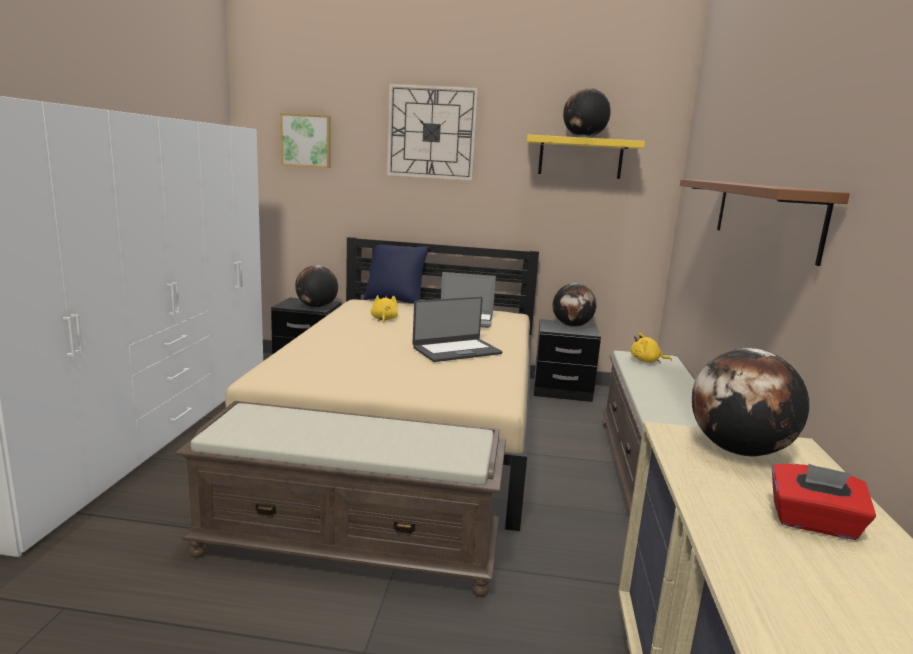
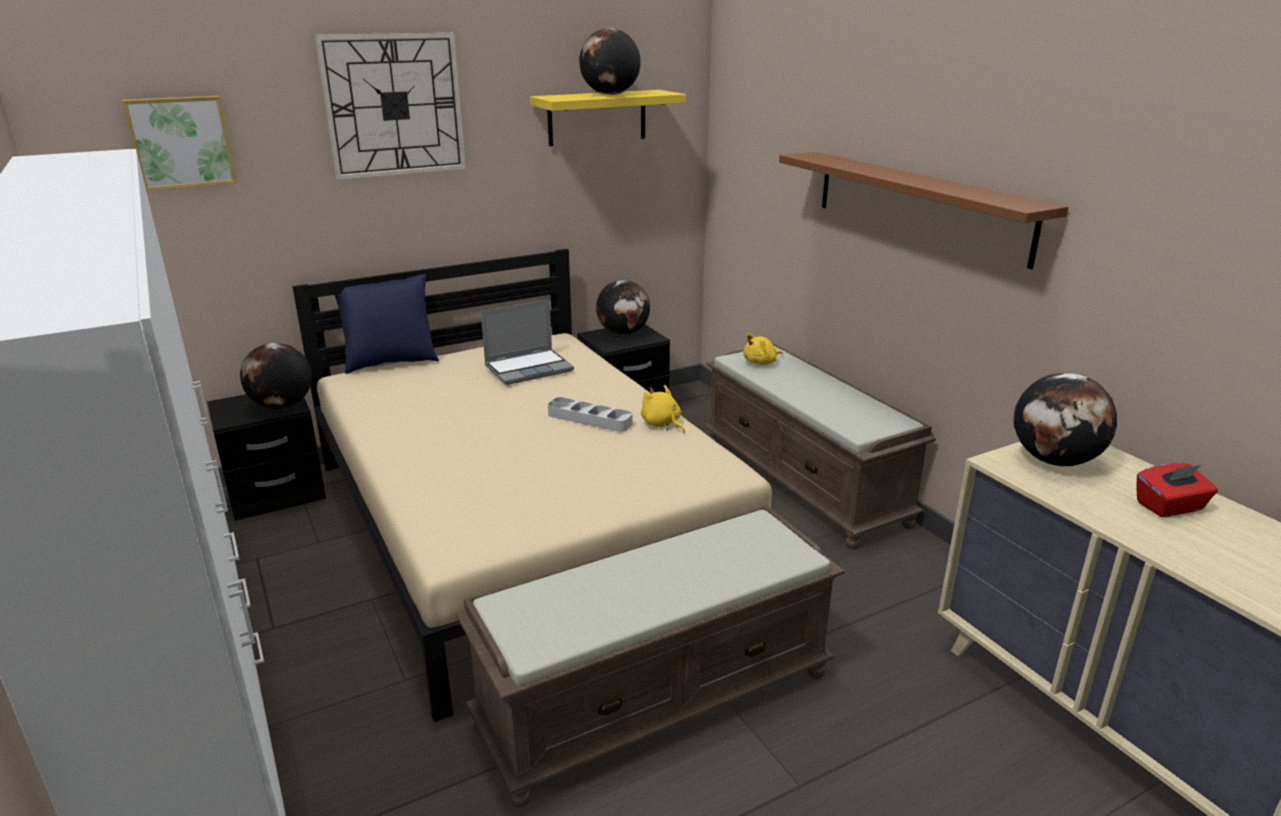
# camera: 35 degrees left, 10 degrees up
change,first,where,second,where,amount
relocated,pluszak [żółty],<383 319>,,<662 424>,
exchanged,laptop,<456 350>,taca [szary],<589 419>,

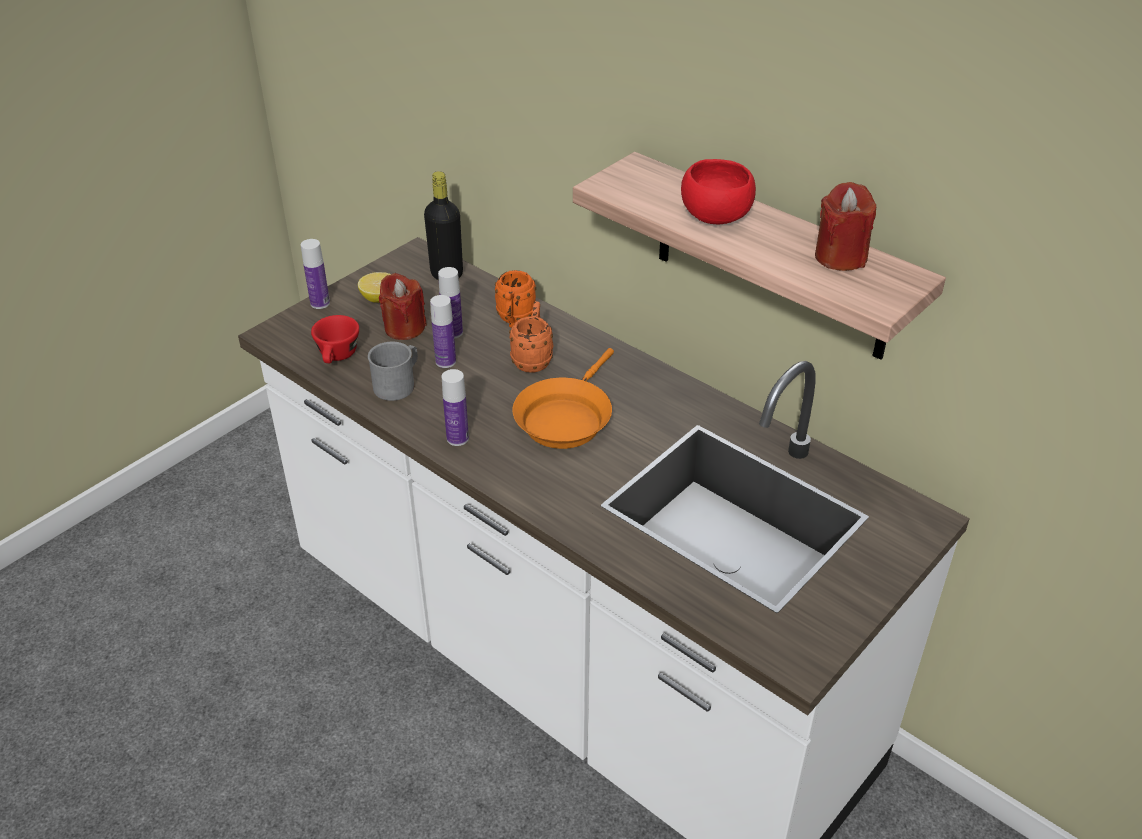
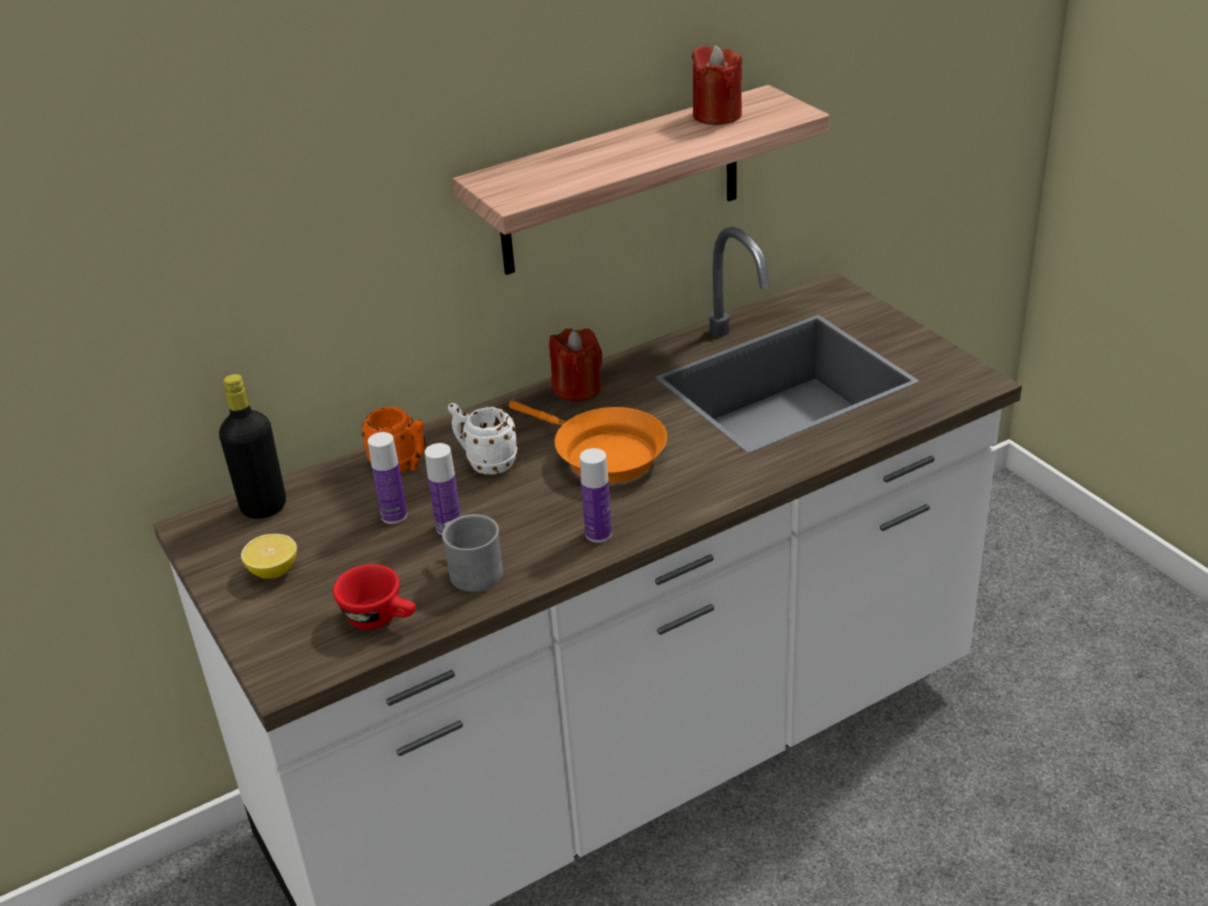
# camera: 70 degrees left, 5 degrees down
change,first,where,second,where,amount
missing,butelka,<320 303>,,,
relocated,świeca [czerwony],<404 328>,,<577 389>,
colour,kubek [pomarańczowy],<533 359>,kubek [biały],<485 462>,
missing,miska [czerwony],<714 218>,,,

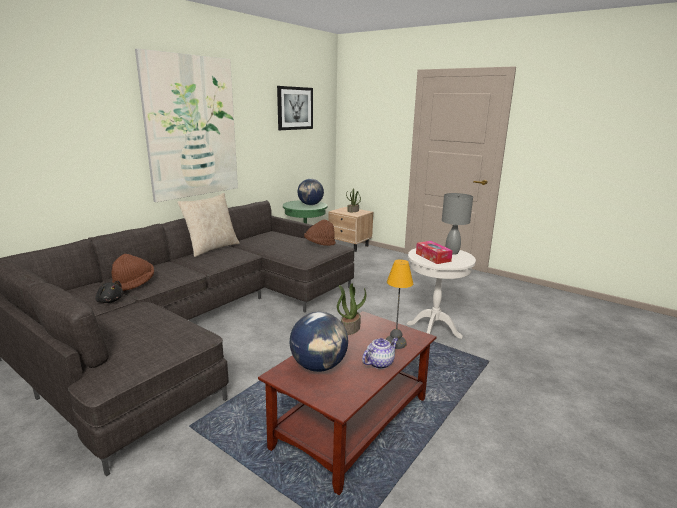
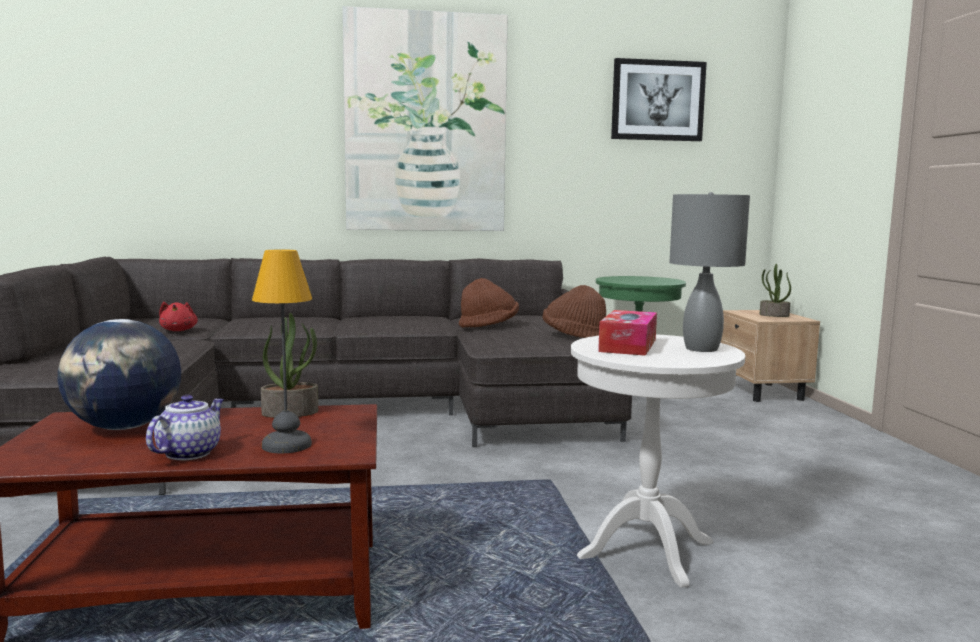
# camera: 45 degrees right, 10 degrees down
change,first,where,second,where,amount
colour,pluszak [czarny],<110 301>,pluszak [czerwony],<179 330>,
relocated,kapelusz [brązowy],<134 284>,,<488 326>,
missing,poduszka [beżowy],<212 248>,,,
missing,globus,<310 205>,,,
spun,imbryk,<380 363>,,<189 453>,75 degrees counterclockwise

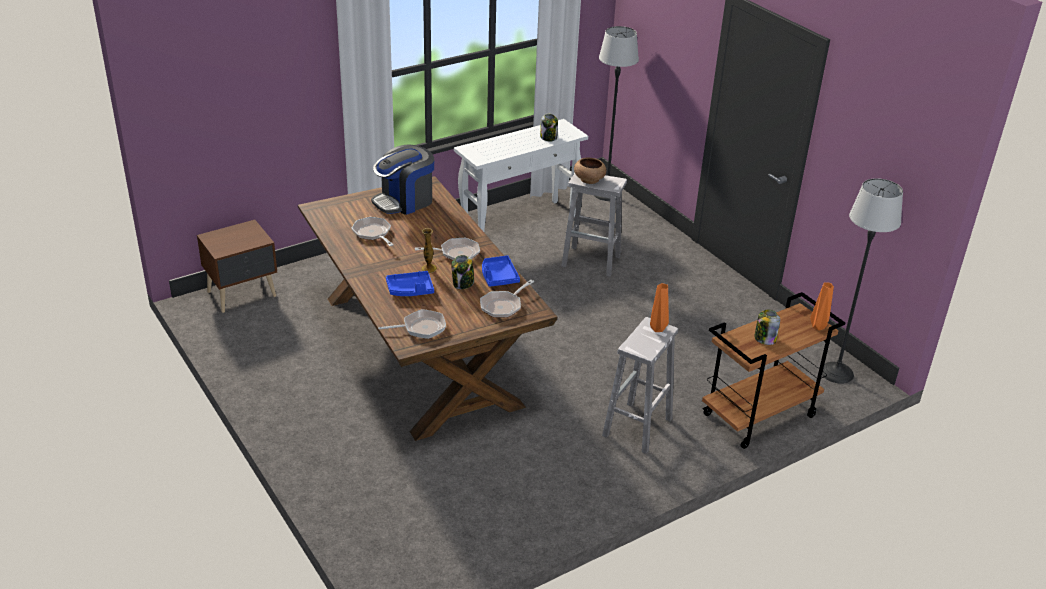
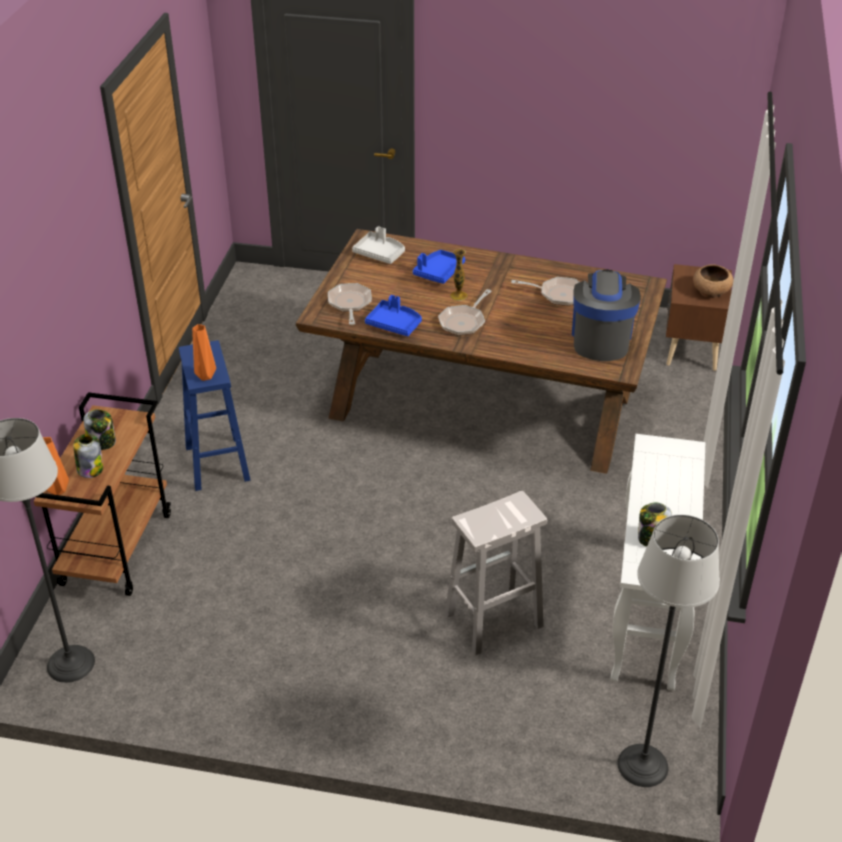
# camera: 135 degrees right, 5 degrees up
change,first,where,second,where,amount
exchanged,patelnia,<421 328>,taca [szary],<380 253>,
relocated,słoik,<463 284>,,<90 469>,
relocated,miska [brązowy],<589 179>,,<711 292>,
colour,stołek [biały],<637 428>,stołek [niebieski],<217 462>,

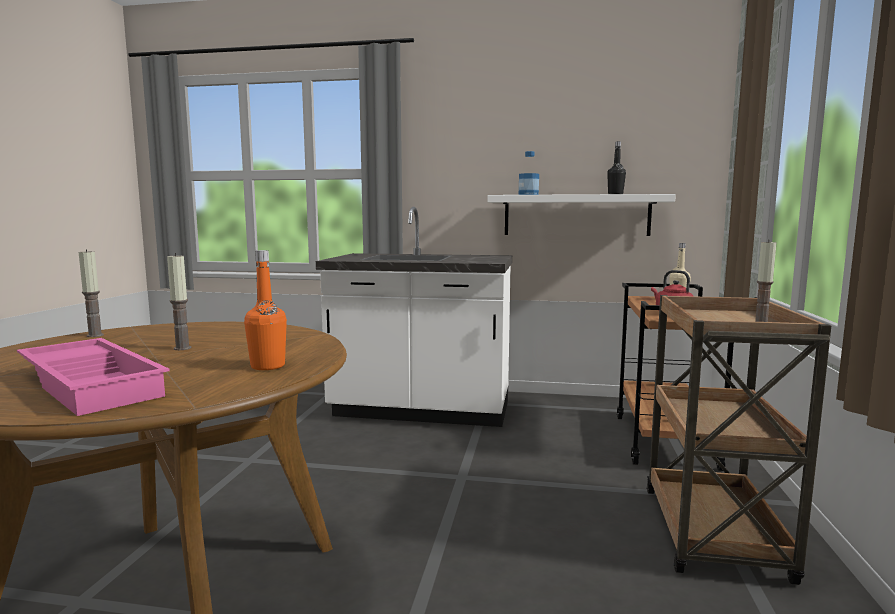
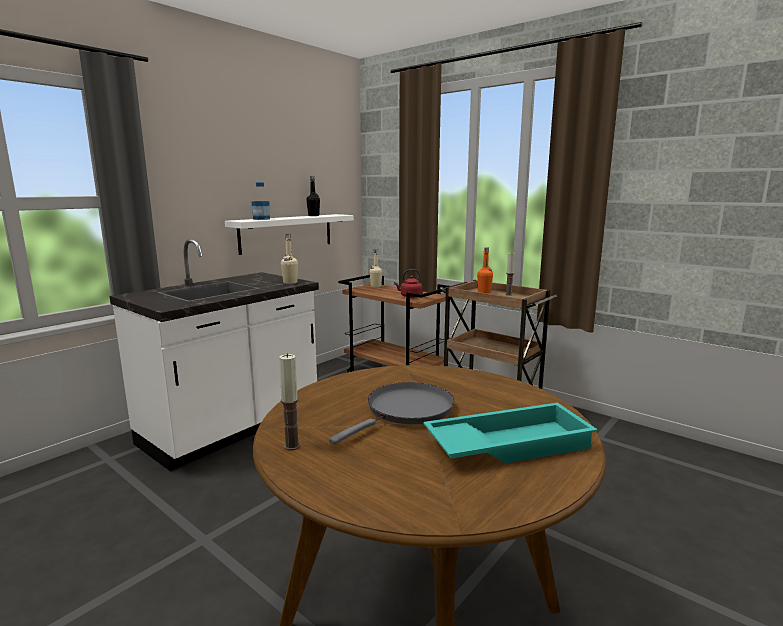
# camera: 60 degrees left, 5 degrees up
change,first,where,second,where,amount
colour,taca [różowy],<95 384>,taca [turkusowy],<508 443>,
exchanged,świeca,<182 348>,patelnia [szary],<406 411>,
relocated,butelka [pomarańczowy],<268 366>,,<484 292>,
appeared,,,butelka [beżowy],<290 282>,

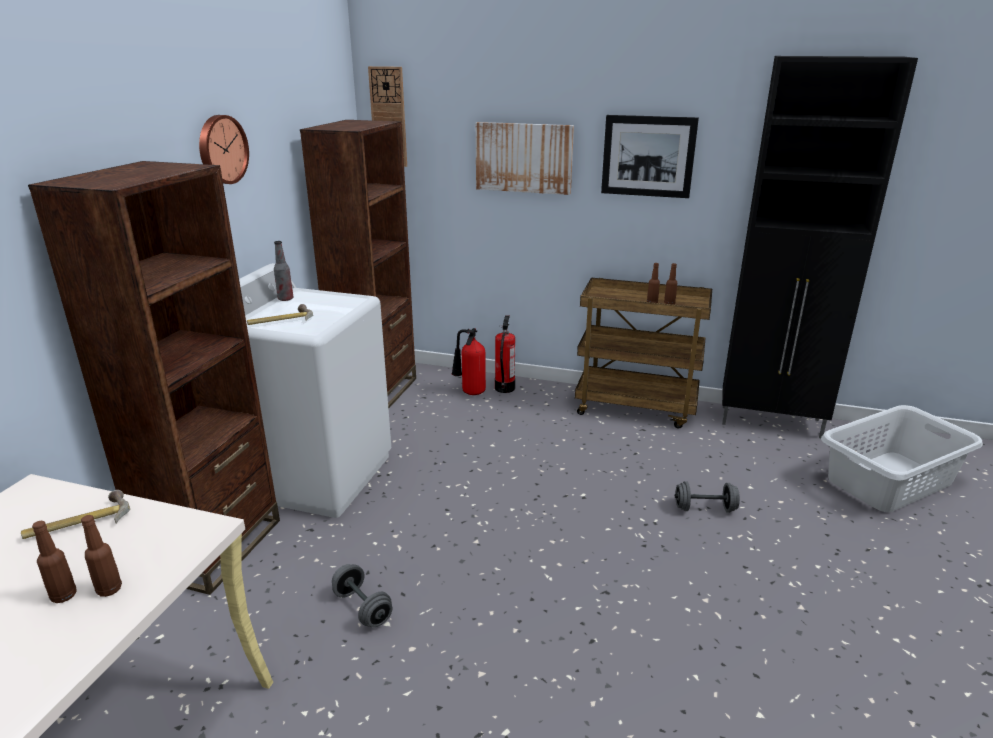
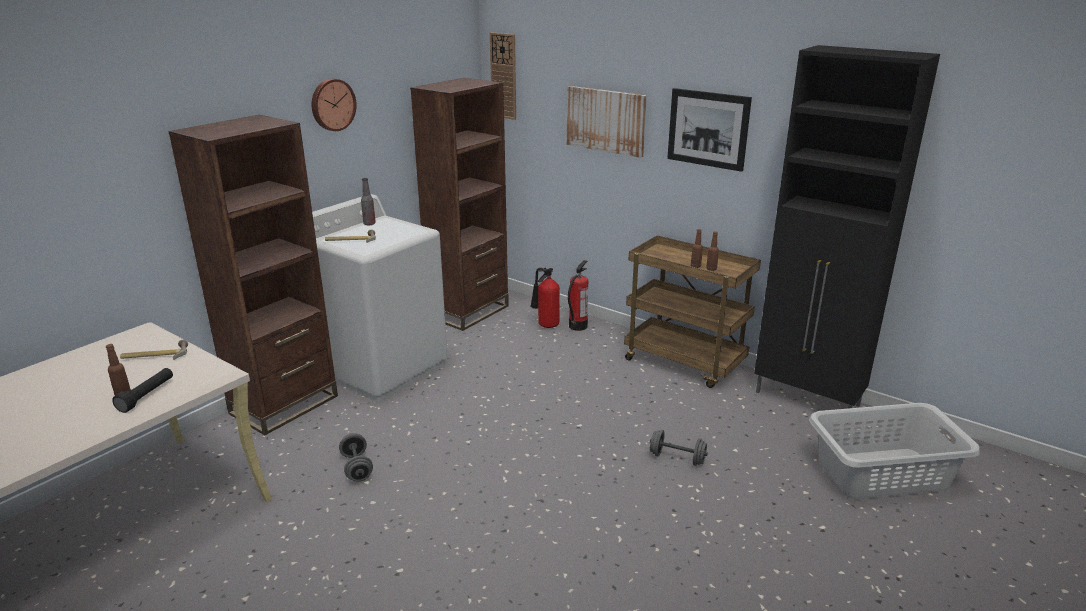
# camera: 20 degrees right, 0 degrees up
change,first,where,second,where,amount
exchanged,butelka [brązowy],<109 589>,latarka [czarny],<147 396>,

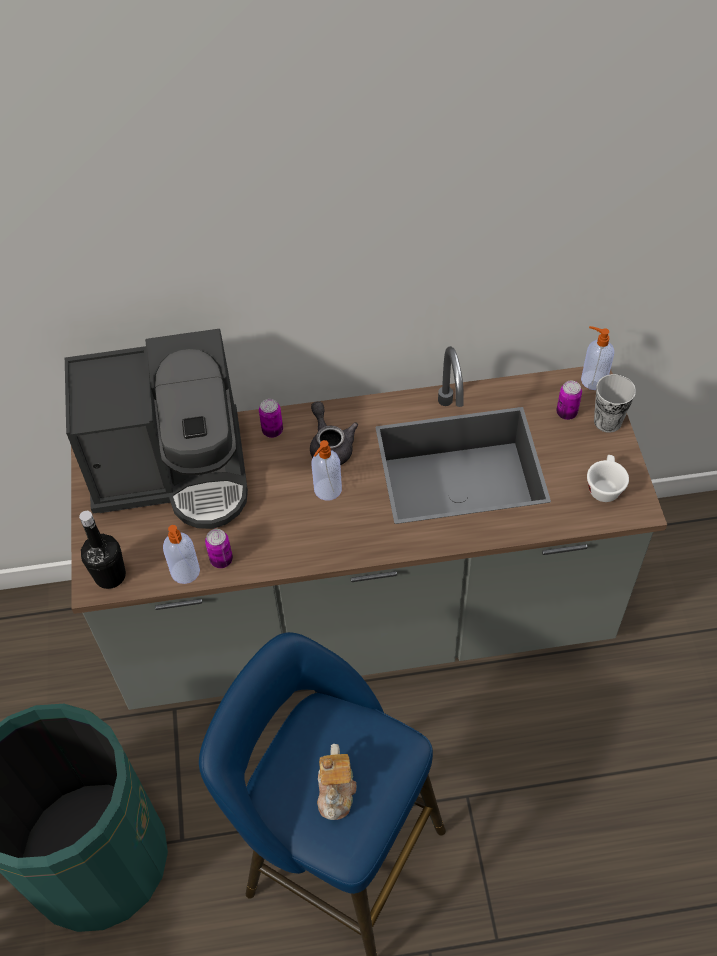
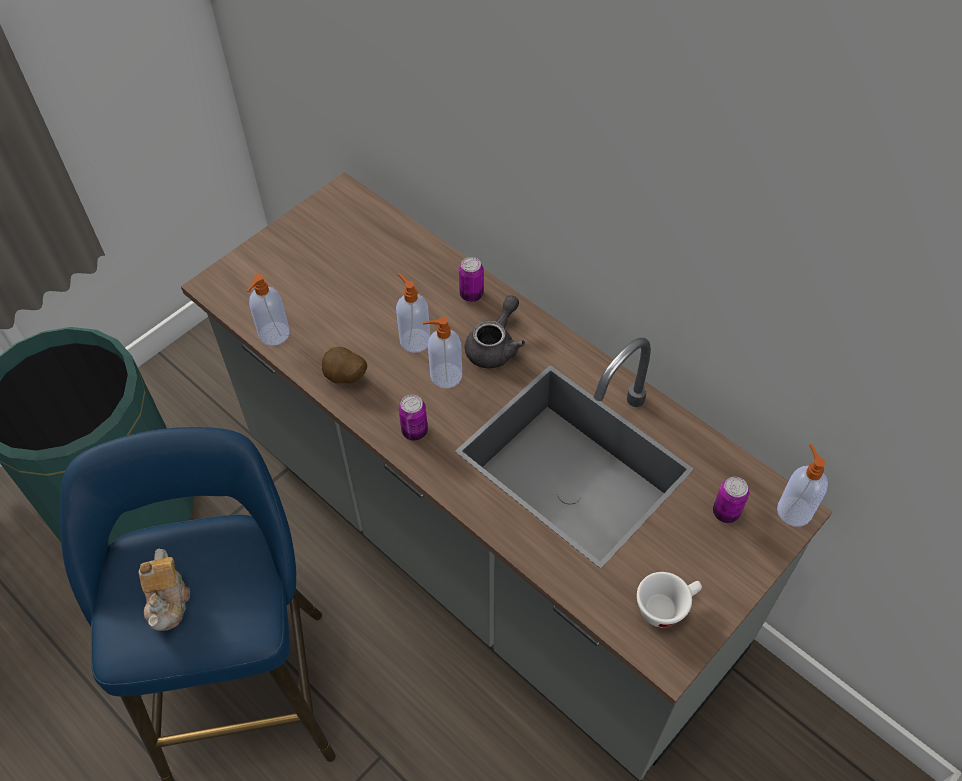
# camera: 50 degrees right, 0 degrees up
change,first,where,second,where,amount
missing,ekspres do kawy,<174 470>,,,
missing,butelka [czarny],<110 576>,,,
relocated,puszka,<221 560>,,<414 431>,
spun,imbryk,<336 791>,,<168 600>,60 degrees counterclockwise
missing,filiżanka,<607 421>,,,
appeared,,,ziemniak,<345 378>,
appeared,,,dozownik mydła,<414 340>,

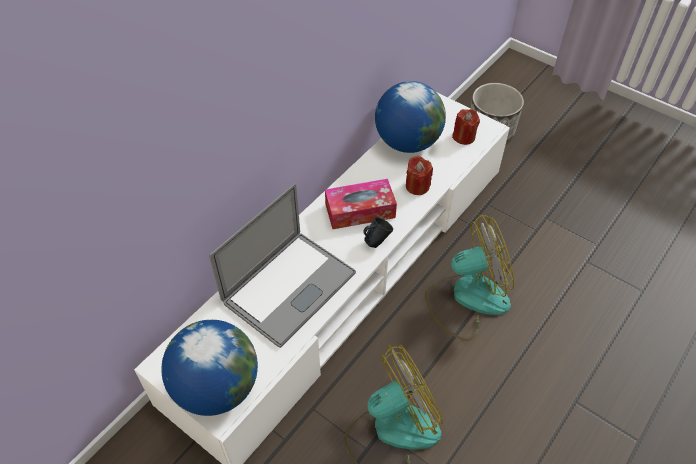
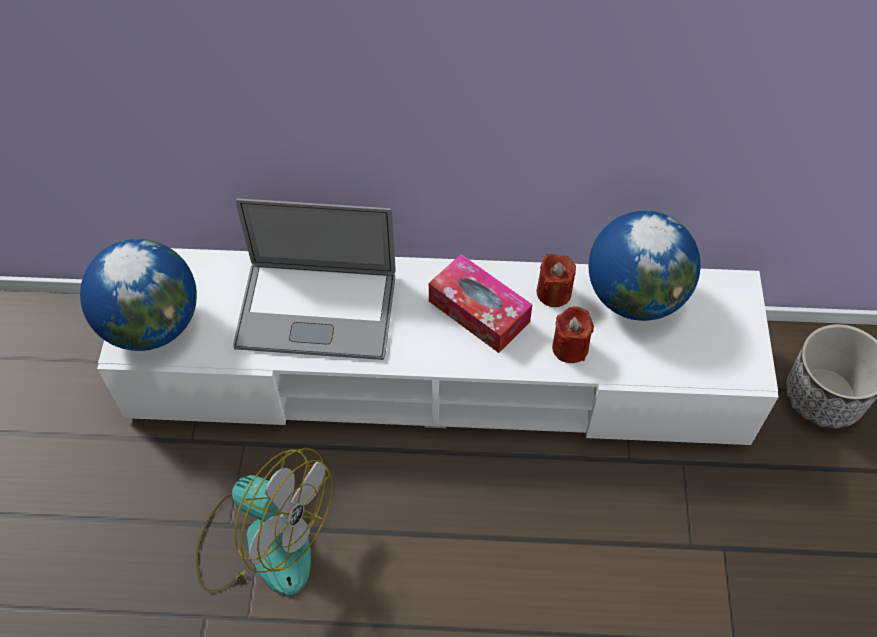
# camera: 55 degrees right, 5 degrees up
change,first,where,second,where,amount
missing,kubek [niebieski],<376 241>,,,
missing,wentylator,<467 298>,,,
relocated,świeca [czerwony],<464 137>,,<553 292>,

